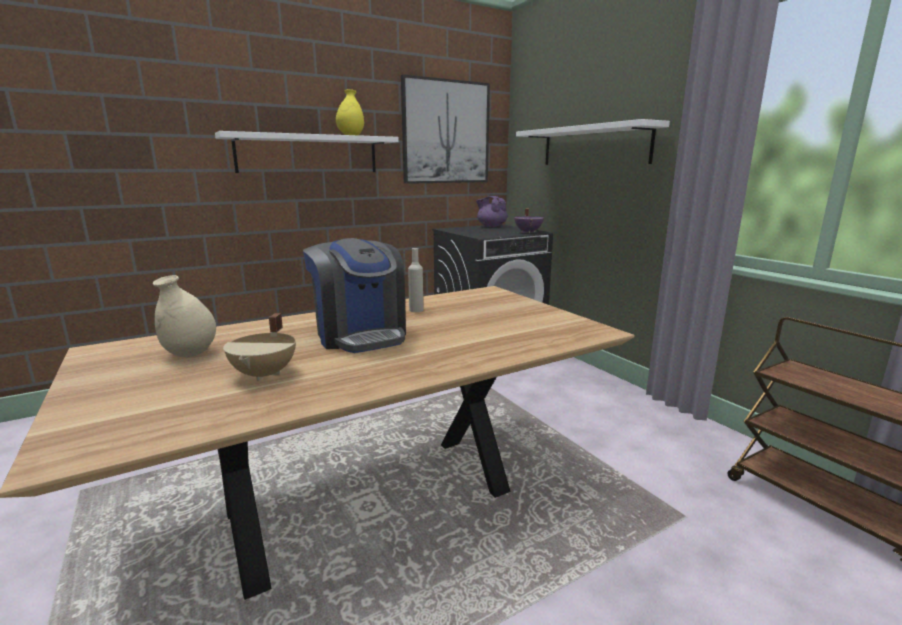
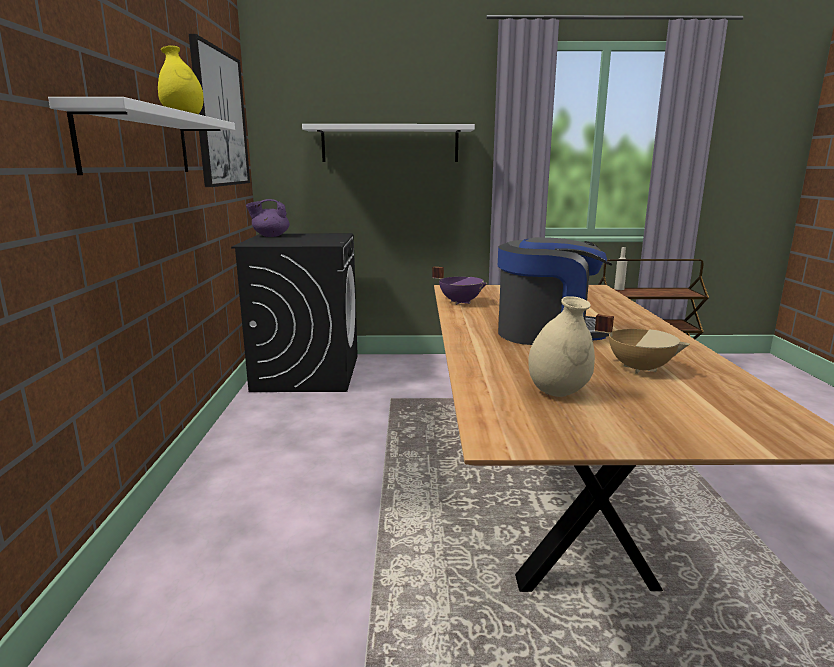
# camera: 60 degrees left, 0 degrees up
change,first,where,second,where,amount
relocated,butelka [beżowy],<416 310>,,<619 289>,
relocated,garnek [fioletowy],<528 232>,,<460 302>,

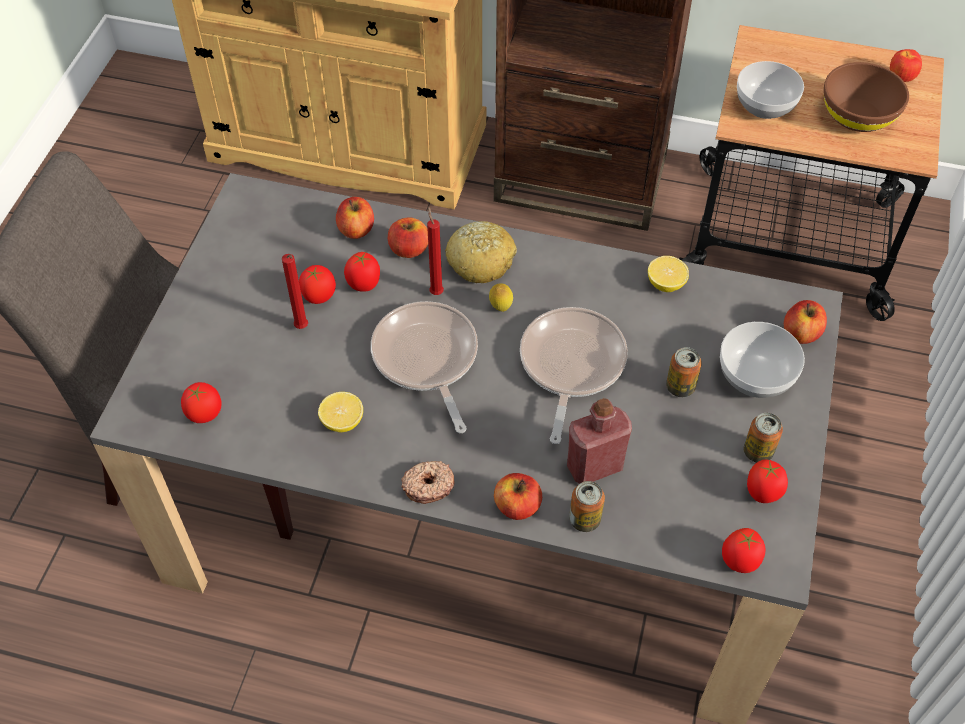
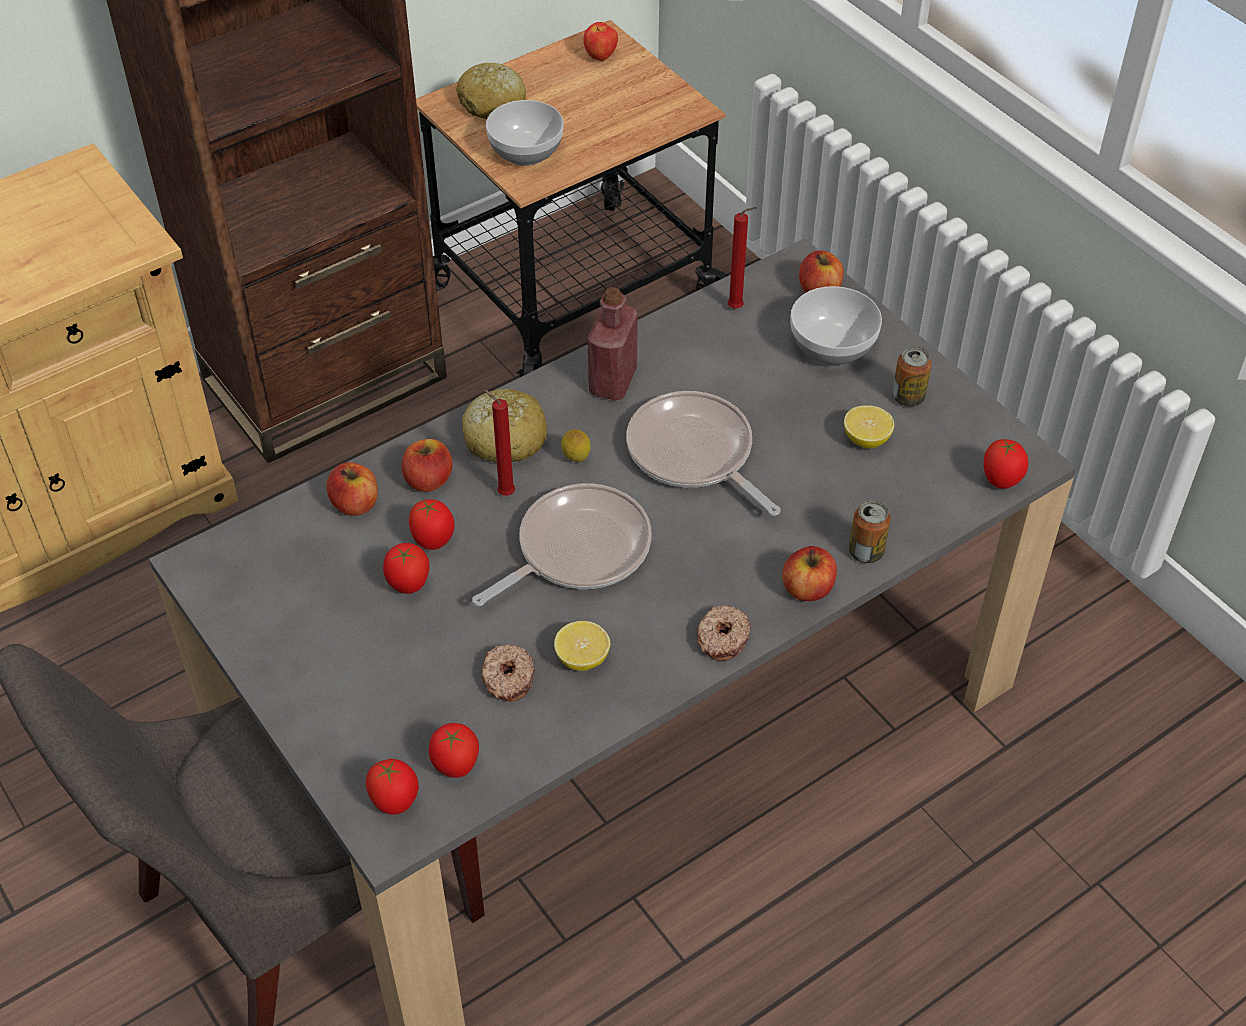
# camera: 50 degrees left, 5 degrees down
change,first,where,second,where,amount
relocated,świeca [czerwony],<302 328>,,<738 308>,
spun,patelnia,<426 359>,,<577 550>,120 degrees clockwise
relocated,butelka [czerwony],<594 466>,,<613 381>,
relocated,cytryna,<665 283>,,<866 439>,
missing,puszka,<680 387>,,,
relocated,pomidor,<762 493>,,<395 802>,
missing,miska [brązowy],<858 116>,,,
appeared,,,chleb,<492 103>,
appeared,,,donut,<507 678>,

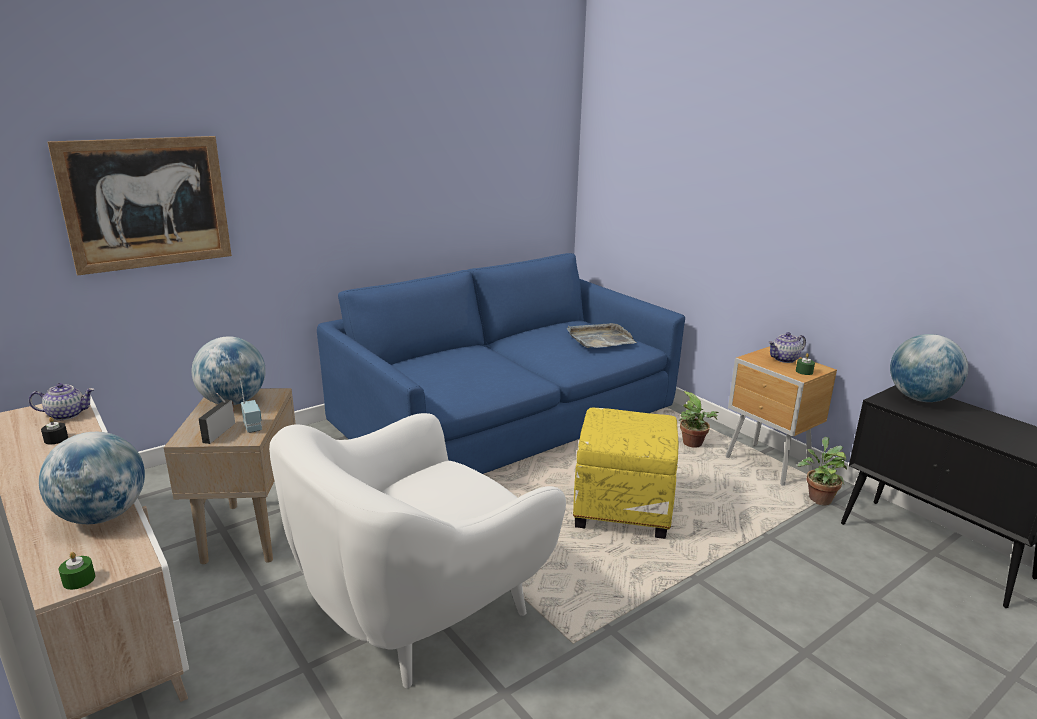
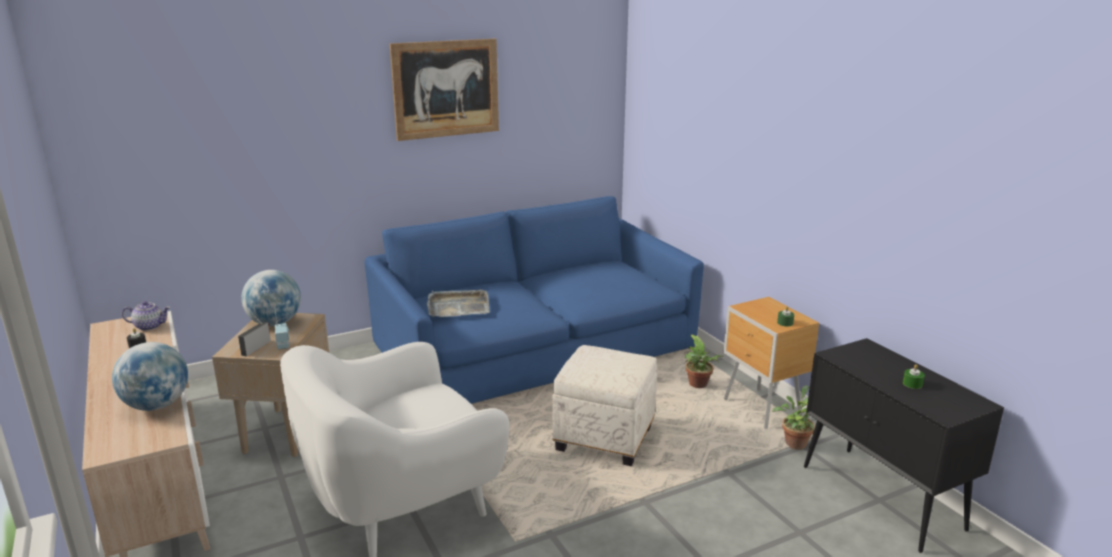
# camera: 10 degrees right, 0 degrees up
change,first,where,second,where,amount
relocated,obraz,<147 203>,,<446 89>,
relocated,świeca [zielony],<79 580>,,<912 384>,
relocated,taca [szary],<600 339>,,<458 306>,
colour,pufa [żółty],<623 510>,pufa [biały],<605 439>,
missing,imbryk,<784 359>,,,
missing,globus,<920 399>,,,

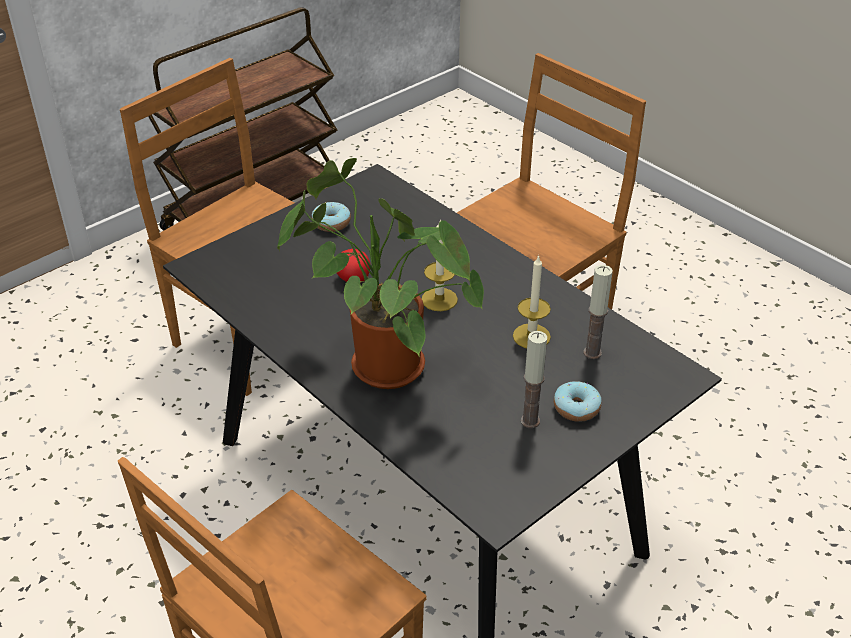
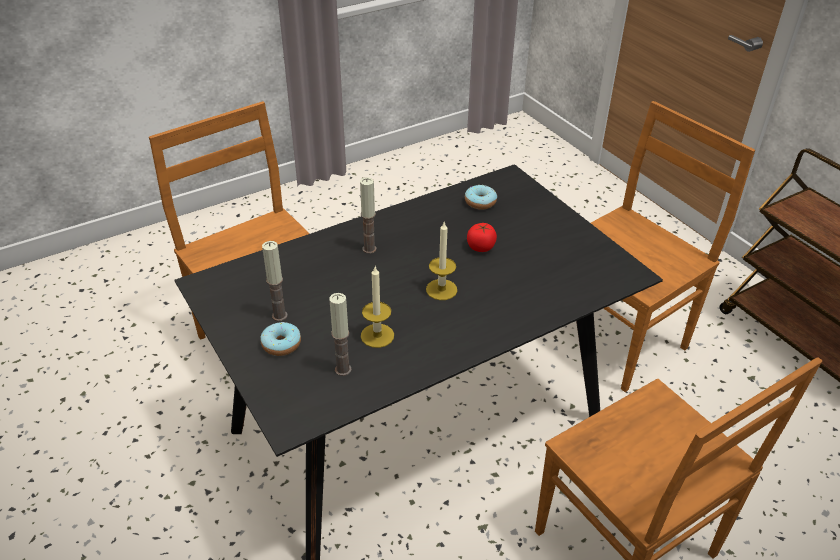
# camera: 100 degrees right, 0 degrees up
change,first,where,second,where,amount
exchanged,roślina doniczkowa,<379 367>,świeca,<369 249>,
relocated,donut,<331 223>,,<480 202>,

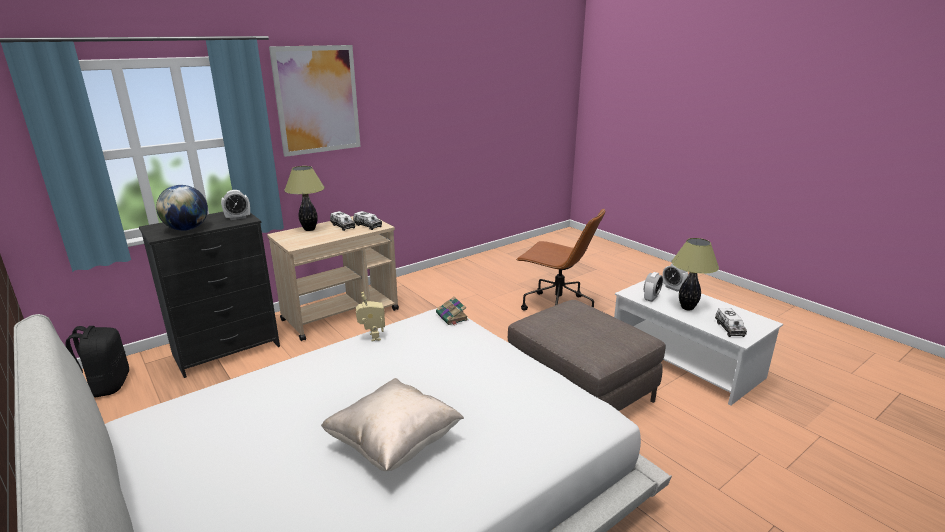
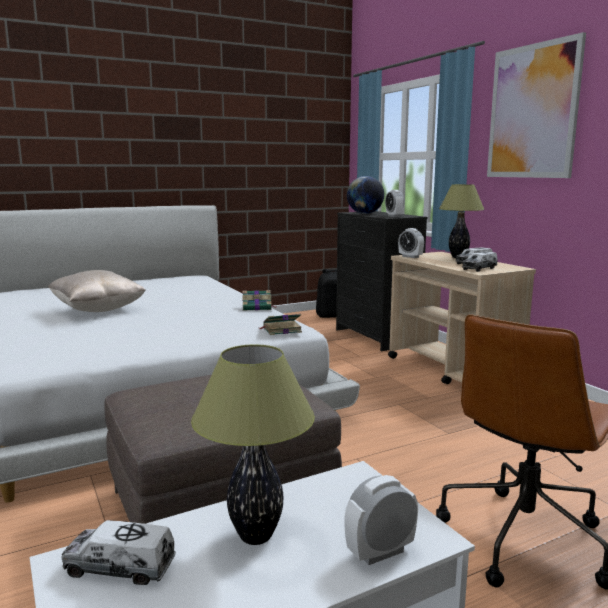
# camera: 100 degrees right, 10 degrees down
change,first,where,second,where,amount
exchanged,robot zabawkowy,<372 337>,książka,<257 307>,
relocated,budzik,<651 298>,,<410 257>,

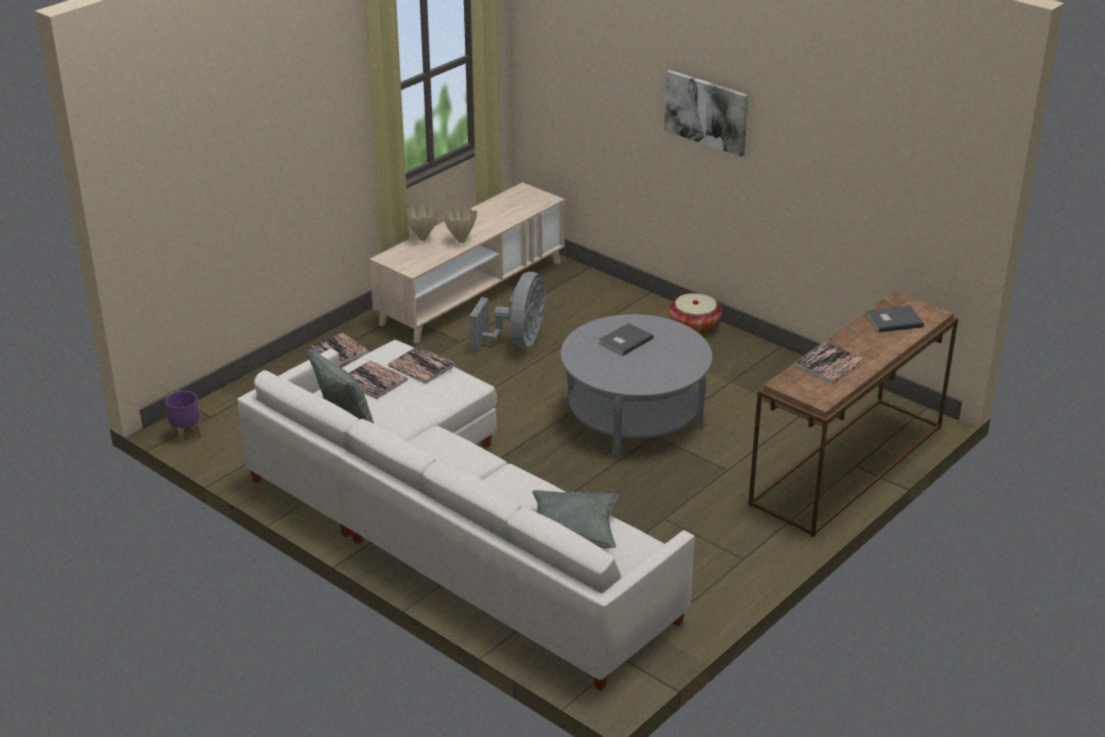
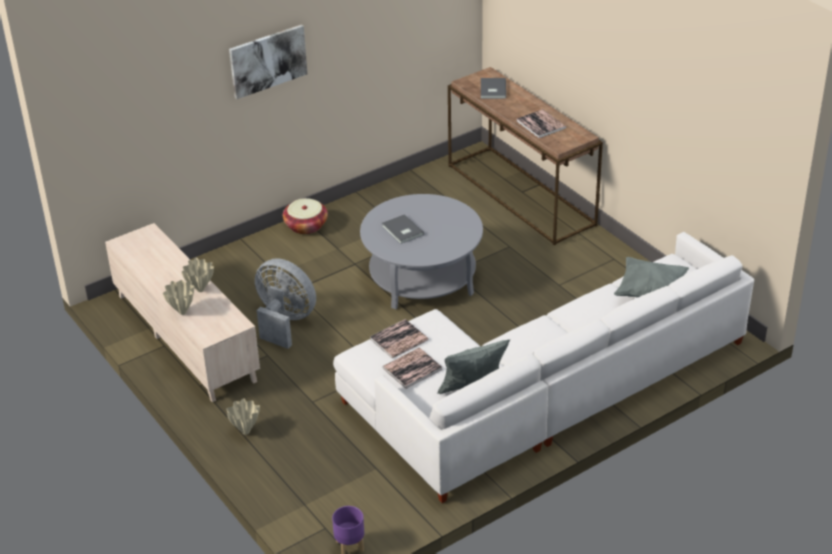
# camera: 75 degrees left, 5 degrees up
change,first,where,second,where,amount
exchanged,książka,<340 350>,wazon [beżowy],<246 431>,

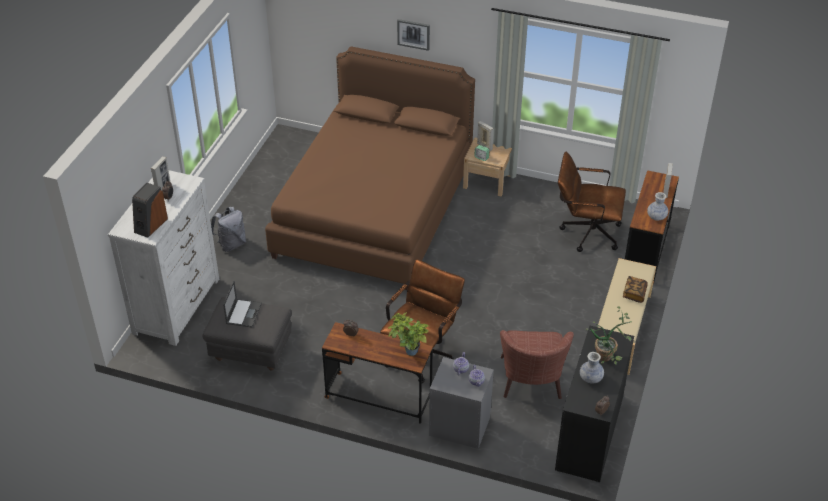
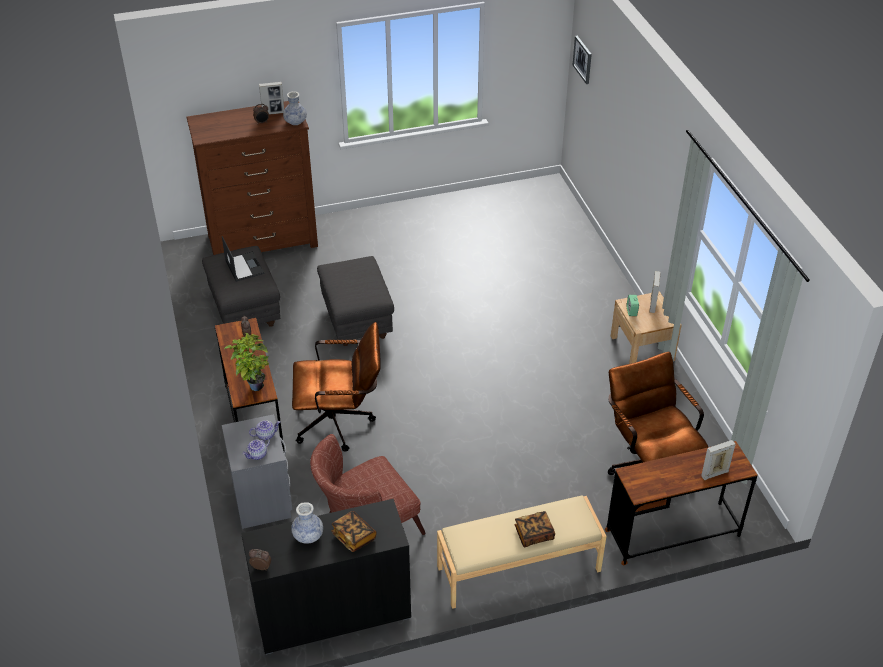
# camera: 55 degrees right, 0 degrees up
change,first,where,second,where,amount
colour,komoda [biały],<177 306>,komoda [brązowy],<263 241>,
missing,głośnik,<150 225>,,,
missing,plecak [szary],<231 244>,,,
spun,laptop,<244 313>,,<244 266>,90 degrees counterclockwise
missing,łóżko [brązowy],<374 210>,,,
relocated,obraz,<413 34>,,<583 59>,
exchanged,roślina doniczkowa,<608 357>,książka,<354 537>,
relocated,wazon,<656 217>,,<295 122>,
appeared,,,pufa [szary],<357 322>,

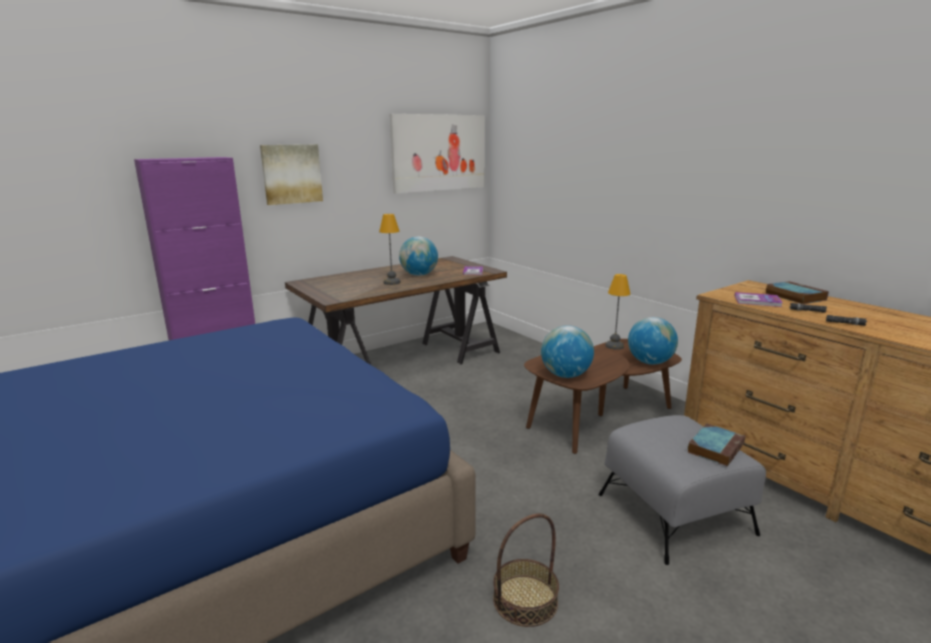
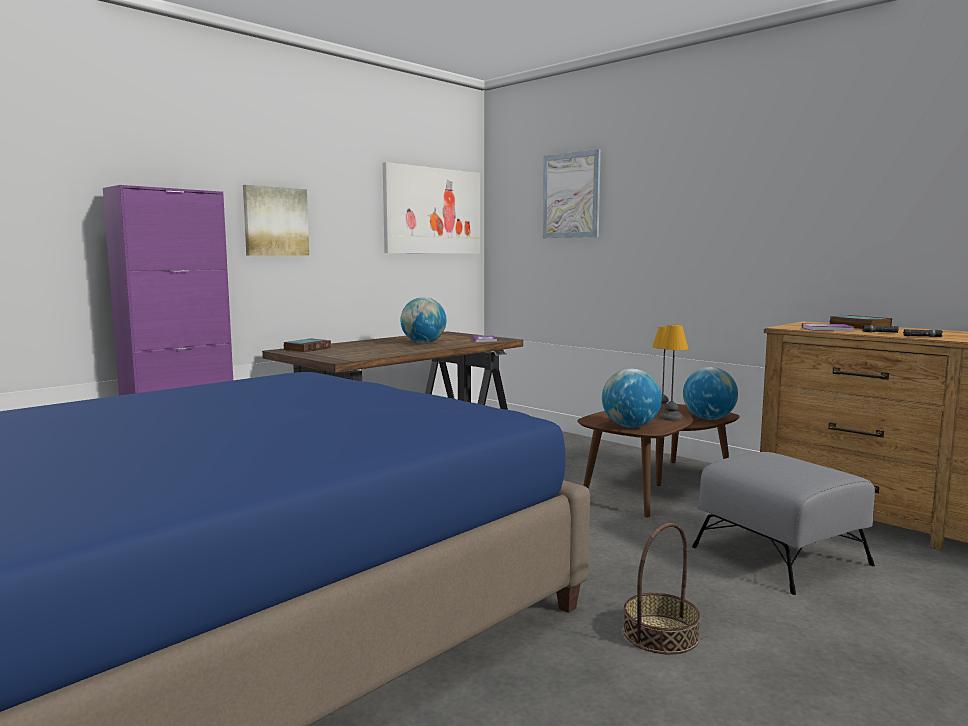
# camera: 10 degrees left, 10 degrees down
change,first,where,second,where,amount
relocated,lampa stołowa,<391 282>,,<671 418>,
relocated,książka,<715 448>,,<307 349>,
appeared,,,obraz,<571 195>,

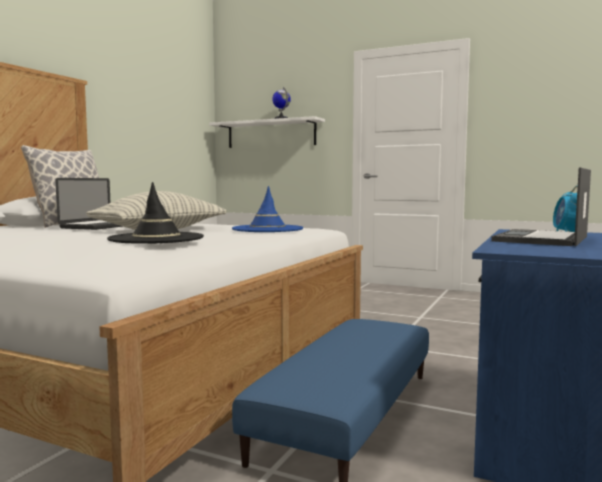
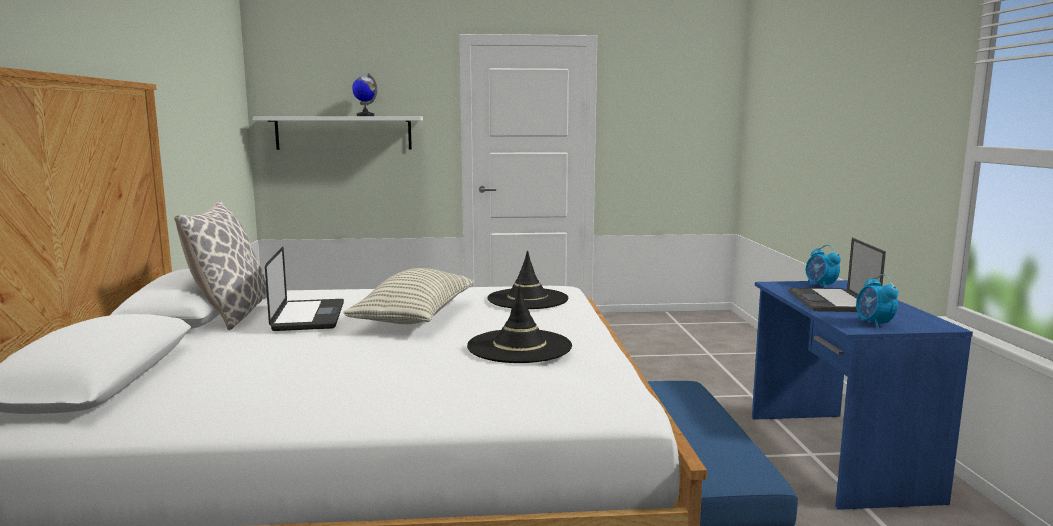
# camera: 30 degrees left, 5 degrees up
change,first,where,second,where,amount
colour,kapelusz [niebieski],<267 229>,kapelusz [czarny],<527 299>,
appeared,,,budzik,<874 324>,

